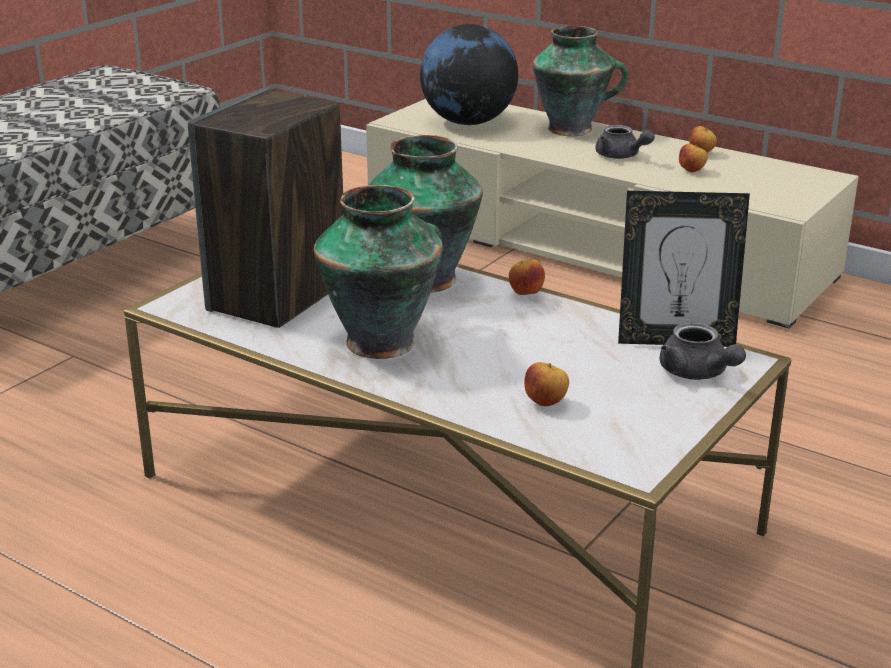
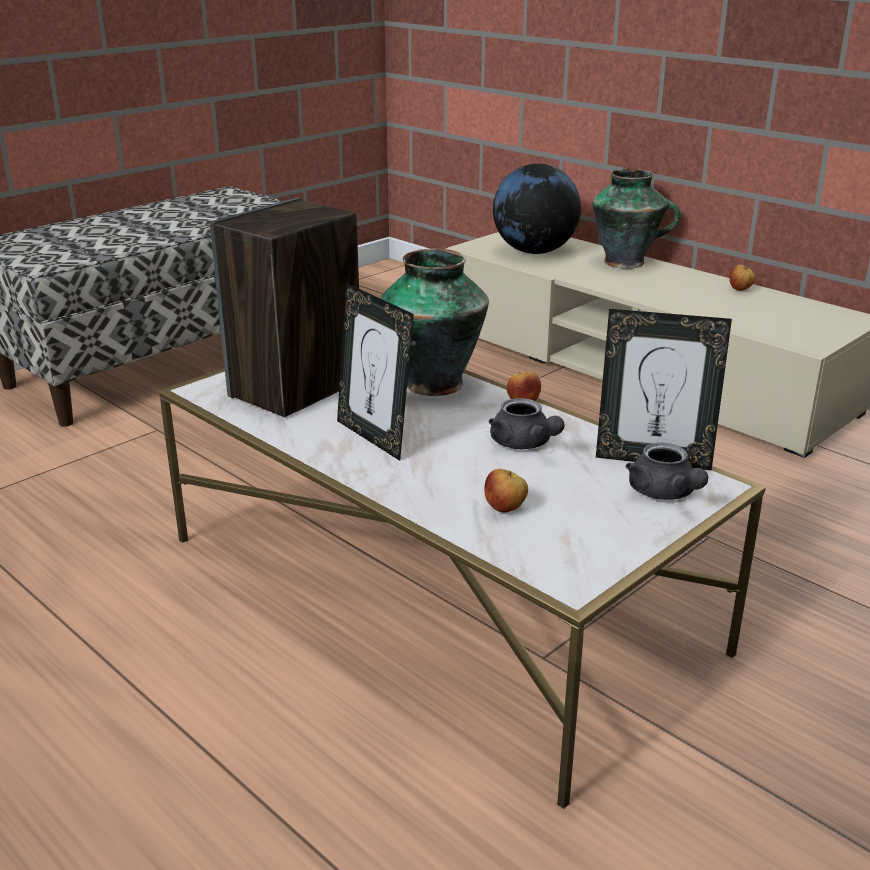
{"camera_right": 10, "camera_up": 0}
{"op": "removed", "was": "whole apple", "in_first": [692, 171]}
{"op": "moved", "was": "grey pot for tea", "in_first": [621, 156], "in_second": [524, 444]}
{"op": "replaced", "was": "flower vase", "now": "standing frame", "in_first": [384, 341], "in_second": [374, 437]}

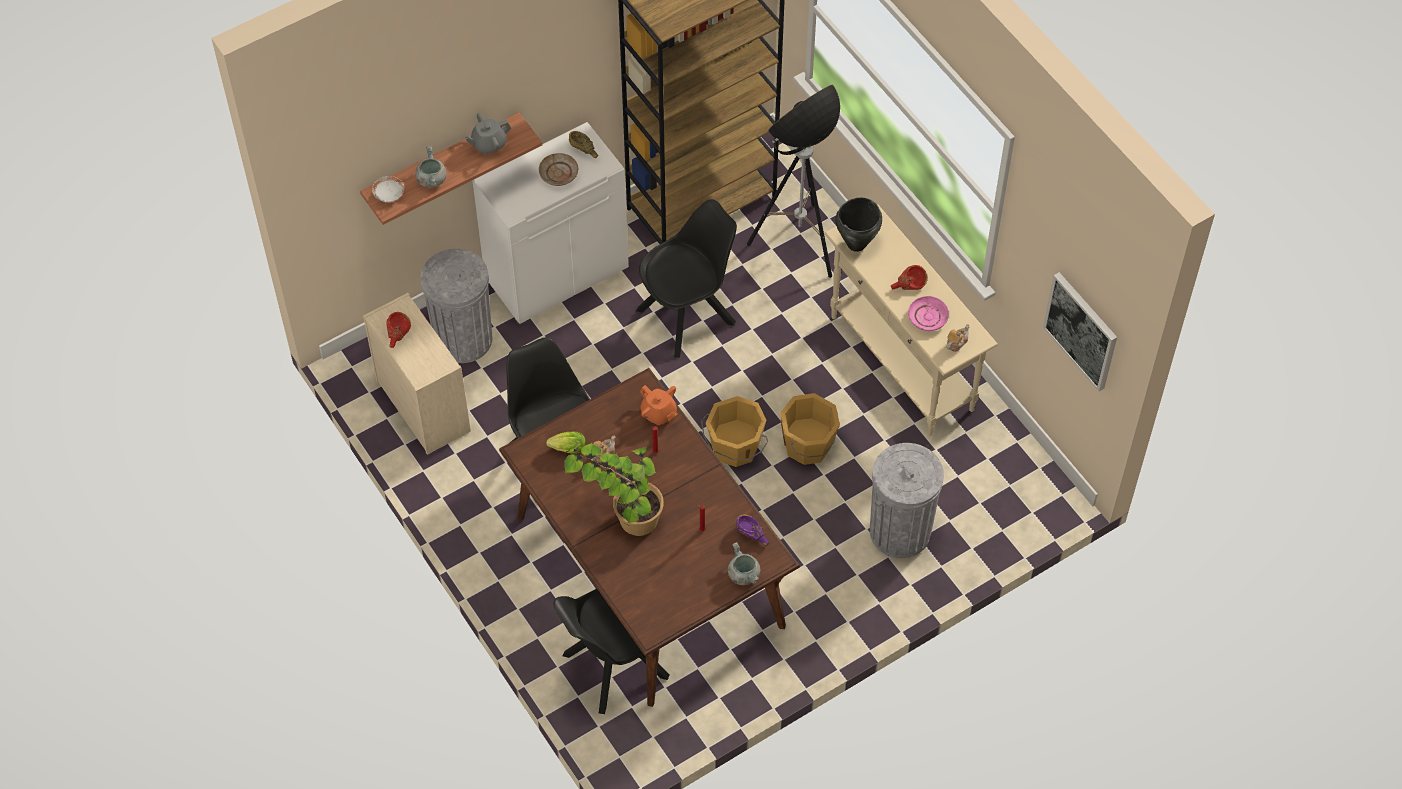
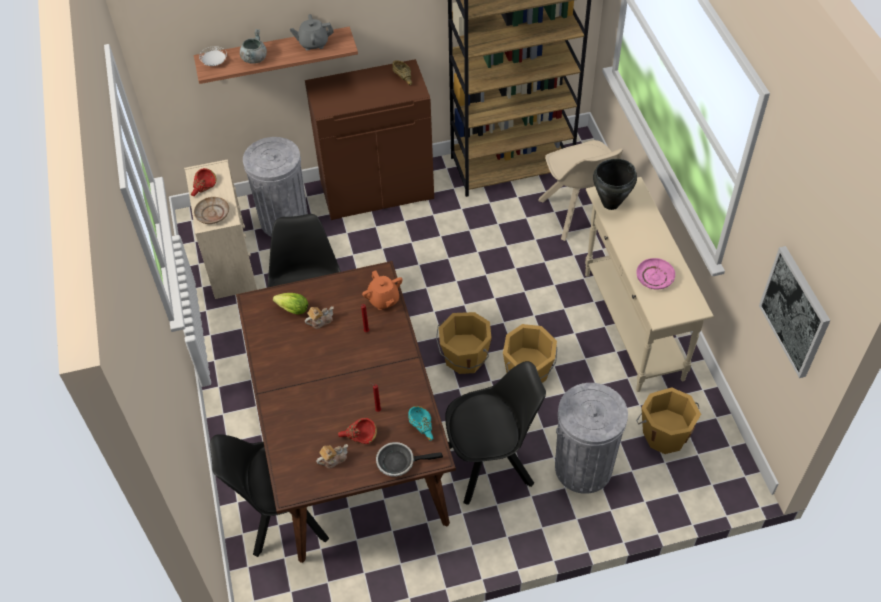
{"camera_right": 20, "camera_up": -5}
{"op": "removed", "was": "plant in a pot", "in_first": [620, 511]}
{"op": "added", "now": "orangey pail", "in_second": [664, 434]}
{"op": "moved", "was": "beige-coloured dinner plate", "in_first": [558, 173], "in_second": [212, 214]}
{"op": "moved", "was": "black chair", "in_first": [688, 315], "in_second": [491, 464]}
{"op": "moved", "was": "reddish deep dish", "in_first": [908, 285], "in_second": [358, 437]}
{"op": "moved", "was": "pot for tea", "in_first": [956, 342], "in_second": [333, 459]}
{"op": "replaced", "was": "grey cooking pot", "now": "pan", "in_first": [743, 574], "in_second": [399, 462]}
{"op": "replaced", "was": "floor lamp", "now": "beige-coloured chair", "in_first": [799, 244], "in_second": [578, 213]}
{"op": "recoloured", "was": "white-coloured cabinet", "now": "brownish cabinet", "in_first": [556, 272], "in_second": [377, 189]}
{"op": "recoloured", "was": "purple-coloured deep dish", "now": "turquoise deep dish", "in_first": [753, 534], "in_second": [424, 427]}

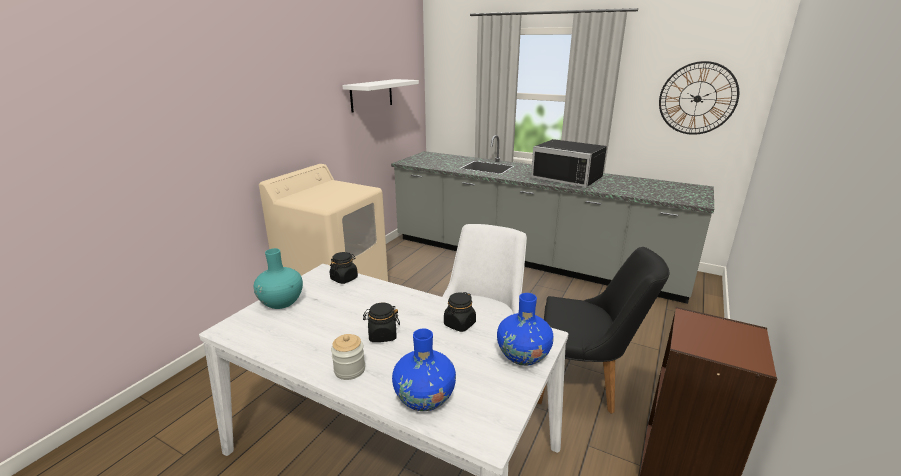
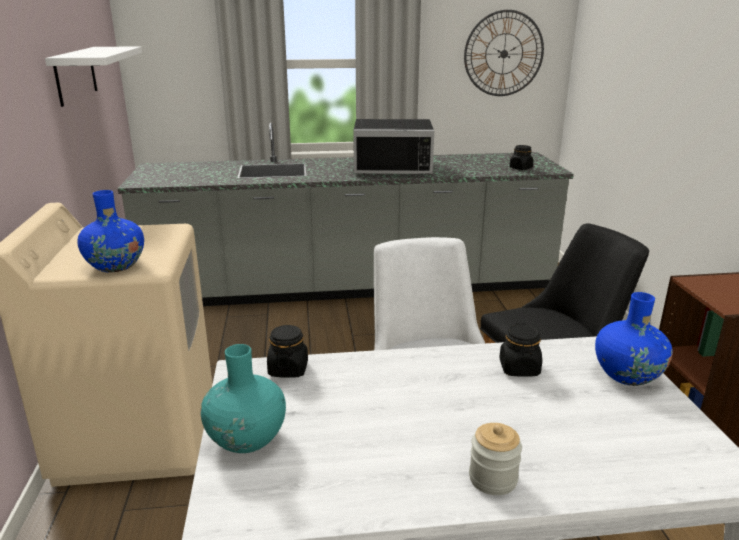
{"camera_right": -35, "camera_up": 0}
{"op": "moved", "was": "black preserve jar", "in_first": [382, 335], "in_second": [520, 168]}
{"op": "moved", "was": "blue-coloured flower vase", "in_first": [424, 398], "in_second": [116, 265]}

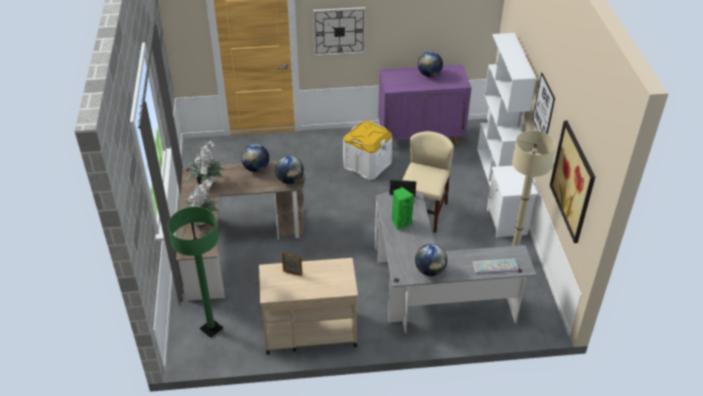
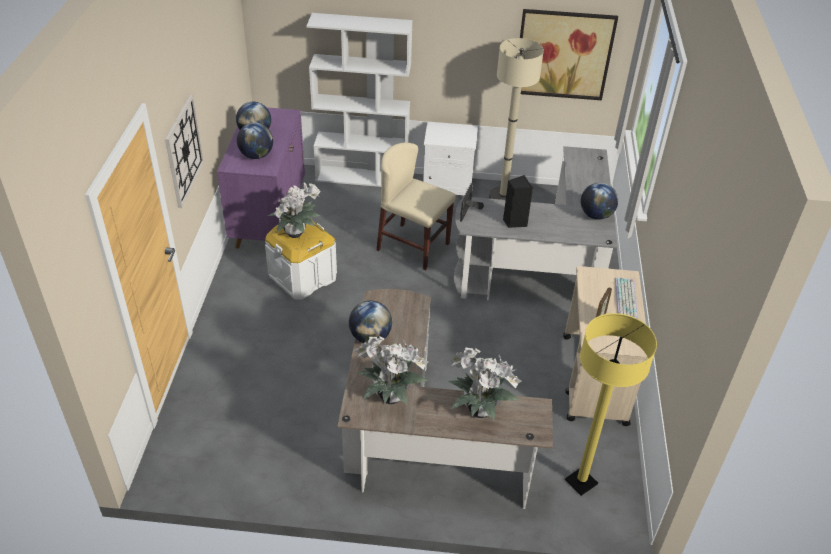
{"camera_right": -80, "camera_up": 0}
{"op": "removed", "was": "wall art", "in_first": [543, 109]}
{"op": "added", "now": "plant in a pot", "in_second": [297, 233]}
{"op": "moved", "was": "globe", "in_first": [290, 180], "in_second": [256, 155]}
{"op": "moved", "was": "PC keyboard", "in_first": [494, 267], "in_second": [627, 299]}
{"op": "recoloured", "was": "green-coloured floor lamp", "now": "yellowish floor lamp", "in_first": [211, 329], "in_second": [581, 482]}
{"op": "recoloured", "was": "green-coloured loudspeaker", "now": "black loudspeaker", "in_first": [400, 222], "in_second": [514, 222]}

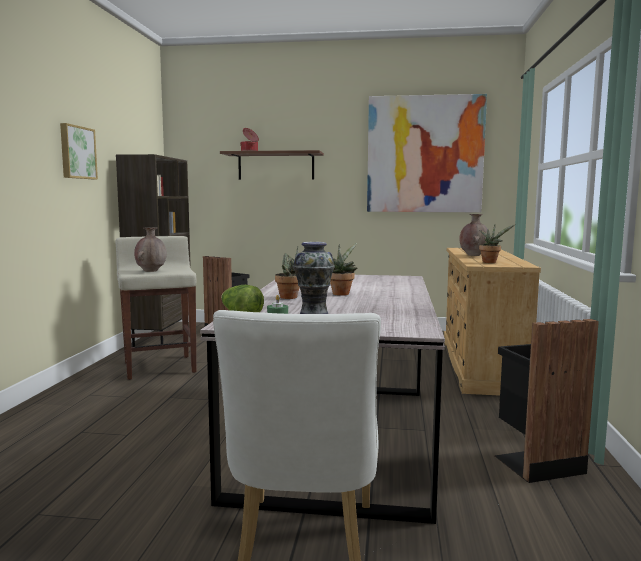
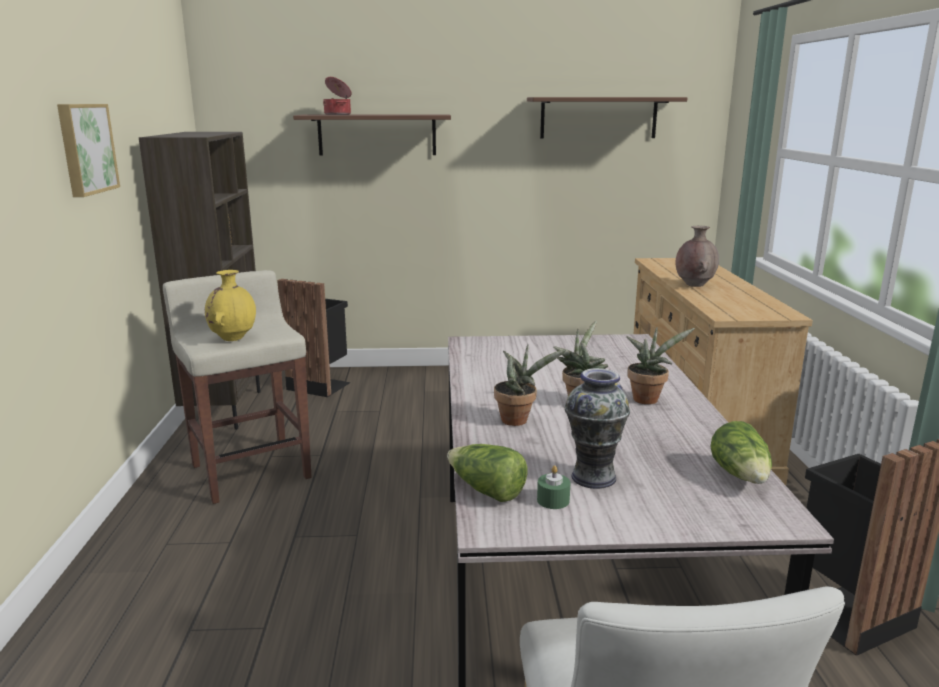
{"camera_right": -10, "camera_up": 10}
{"op": "added", "now": "head of lettuce", "in_second": [741, 476]}
{"op": "moved", "was": "plant in a pot", "in_first": [490, 262], "in_second": [648, 398]}
{"op": "replaced", "was": "wall art", "now": "bracket shelf", "in_first": [425, 154], "in_second": [598, 118]}
{"op": "recoloured", "was": "brownish flower vase", "now": "yellowish flower vase", "in_first": [151, 271], "in_second": [233, 338]}

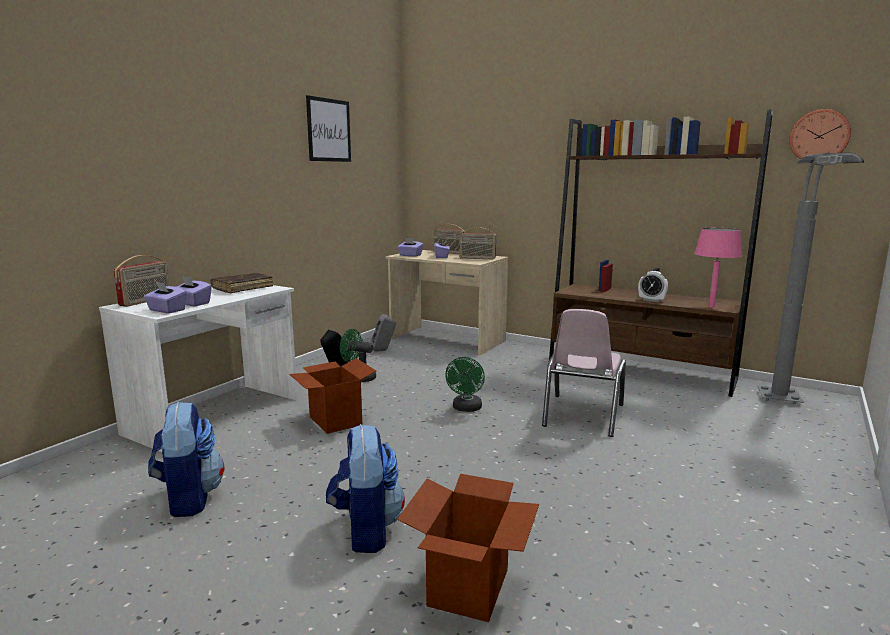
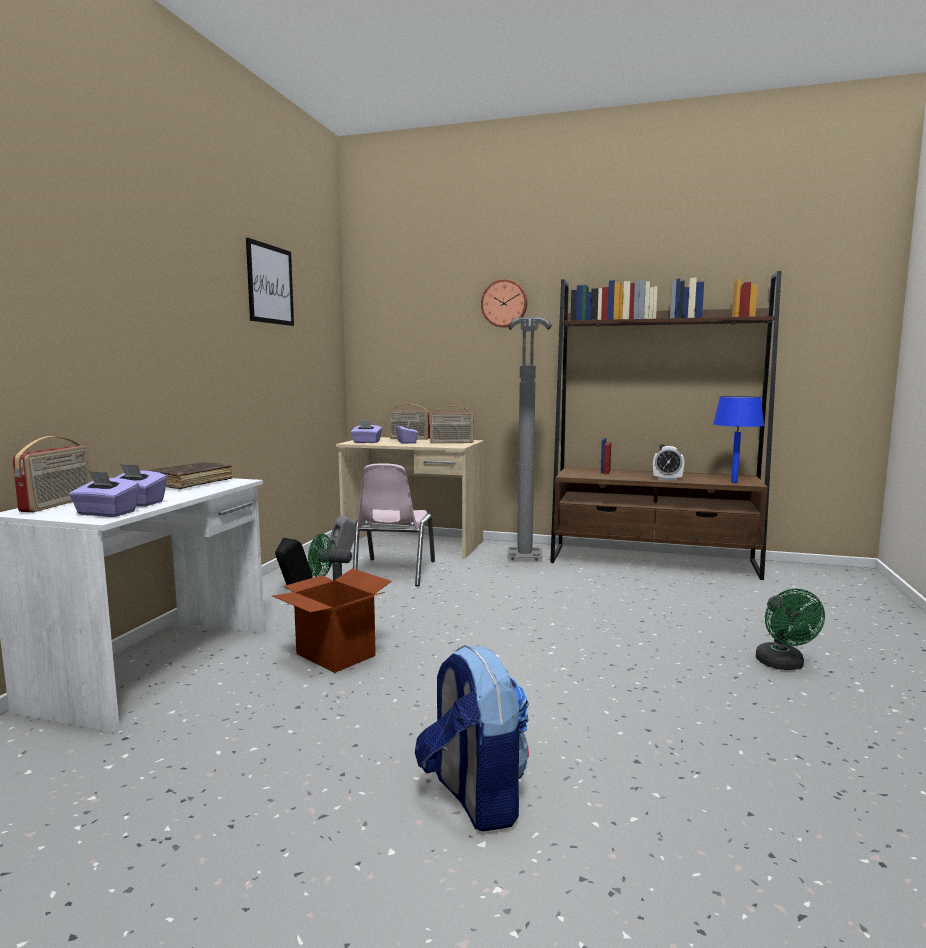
{"camera_right": -15, "camera_up": -5}
{"op": "removed", "was": "rucksack", "in_first": [189, 498]}
{"op": "removed", "was": "carton", "in_first": [468, 587]}
{"op": "moved", "was": "green-coloured electric fan", "in_first": [466, 409], "in_second": [783, 665]}
{"op": "moved", "was": "pinkish chair", "in_first": [582, 415], "in_second": [393, 572]}
{"op": "moved", "was": "grey floor lamp", "in_first": [785, 407], "in_second": [525, 564]}
{"op": "moved", "was": "clock on the wall", "in_first": [819, 136], "in_second": [504, 303]}
{"op": "recoloured", "was": "pinkish table lamp", "now": "blue-coloured table lamp", "in_first": [711, 307], "in_second": [734, 482]}

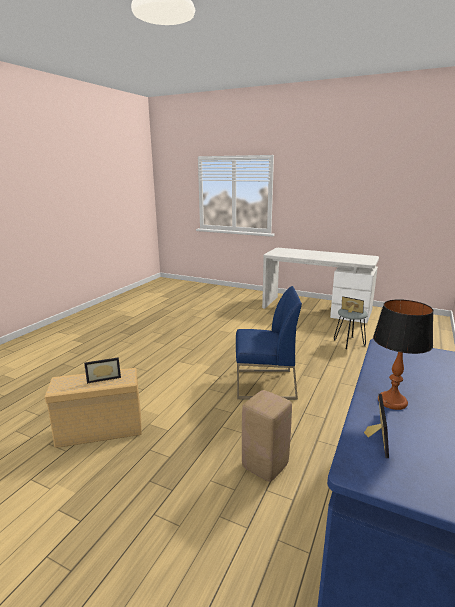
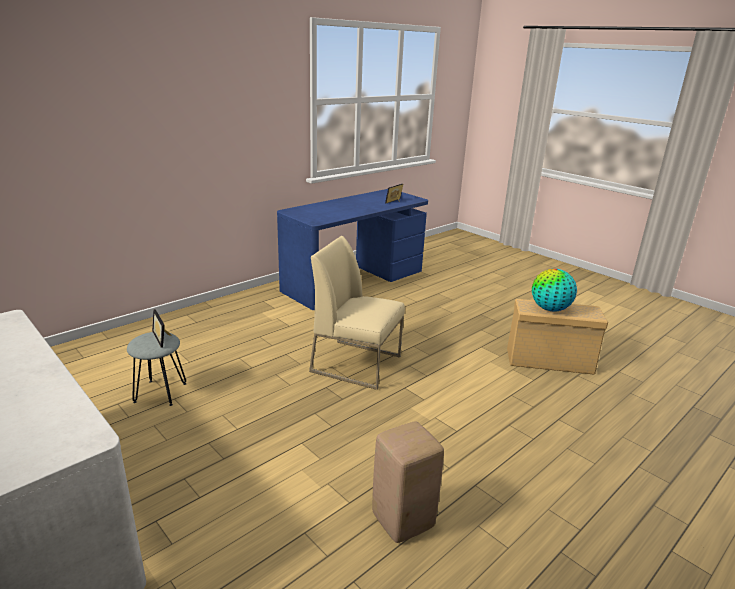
{"camera_right": -160, "camera_up": 5}
{"op": "removed", "was": "table lamp", "in_first": [392, 401]}
{"op": "moved", "was": "beige-coloured stool seat", "in_first": [265, 465], "in_second": [402, 521]}
{"op": "replaced", "was": "standing frame", "now": "globe", "in_first": [104, 377], "in_second": [550, 309]}
{"op": "recoloured", "was": "blue-coloured chair", "now": "beige-coloured chair", "in_first": [264, 384], "in_second": [357, 363]}

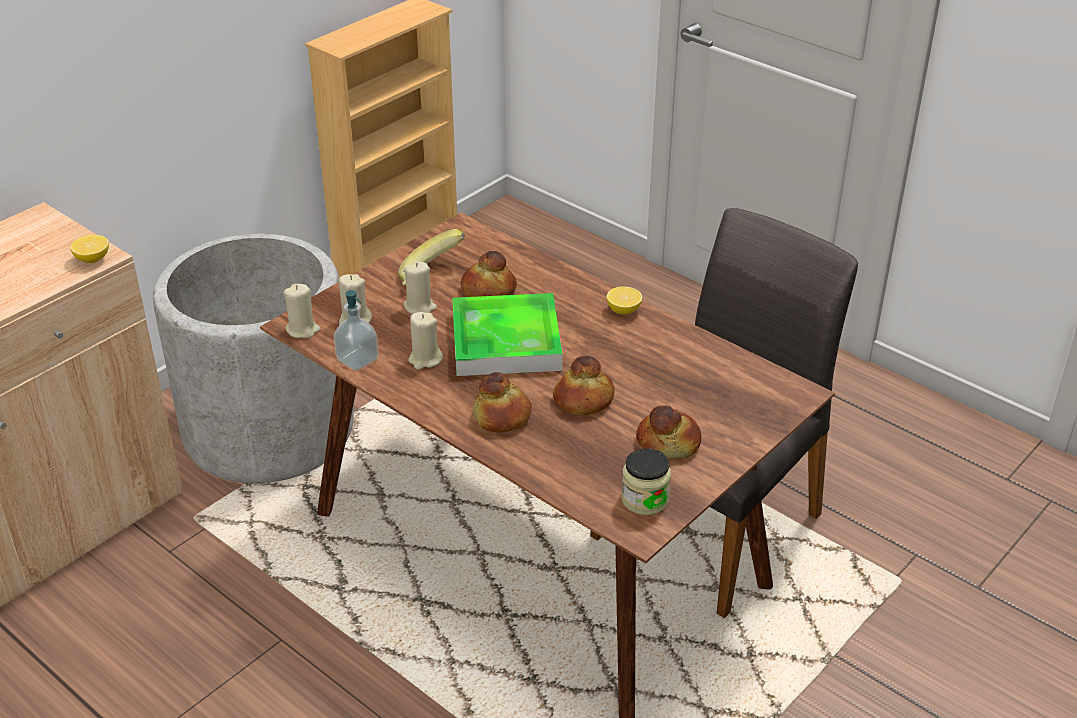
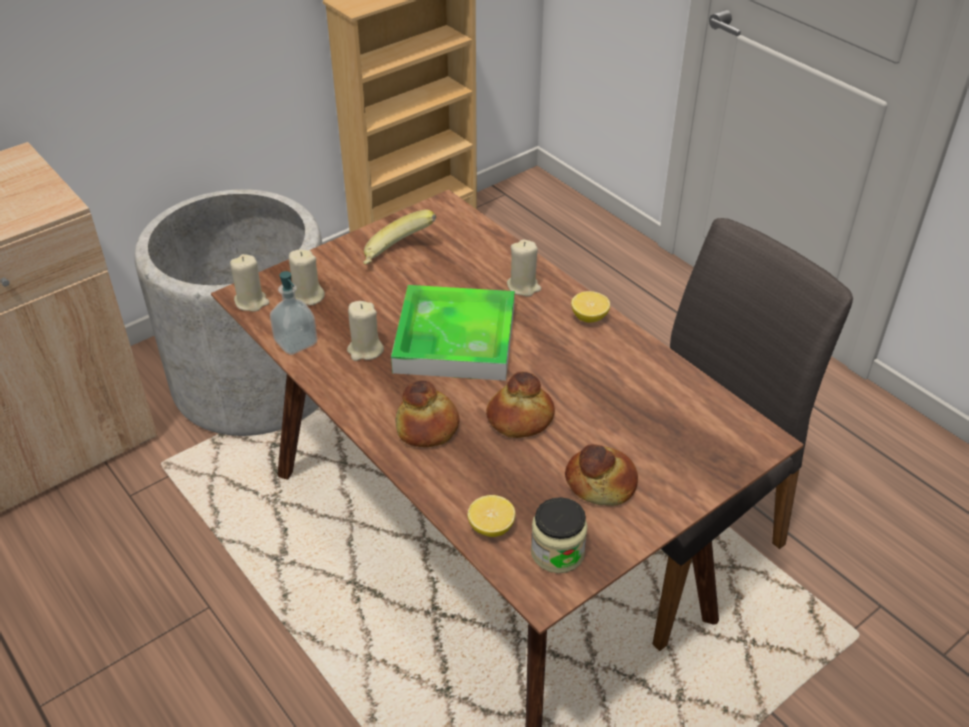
{"camera_right": 10, "camera_up": 5}
{"op": "removed", "was": "baked bread", "in_first": [488, 290]}
{"op": "moved", "was": "lemon", "in_first": [93, 259], "in_second": [491, 527]}
{"op": "moved", "was": "beige-coloured wax candle", "in_first": [420, 307], "in_second": [523, 287]}

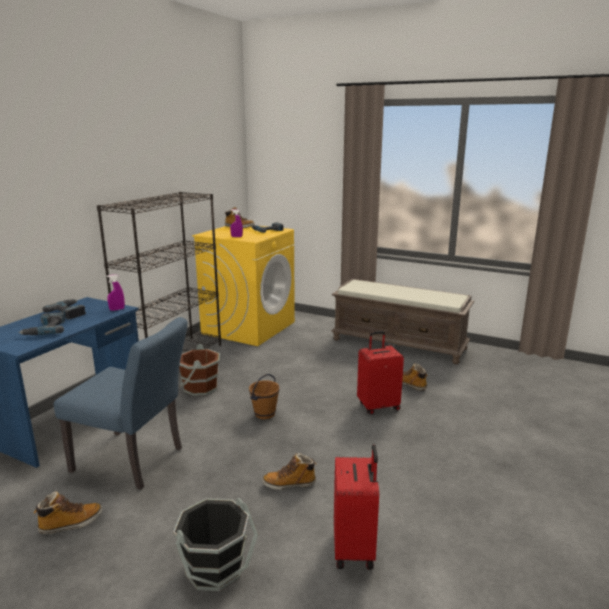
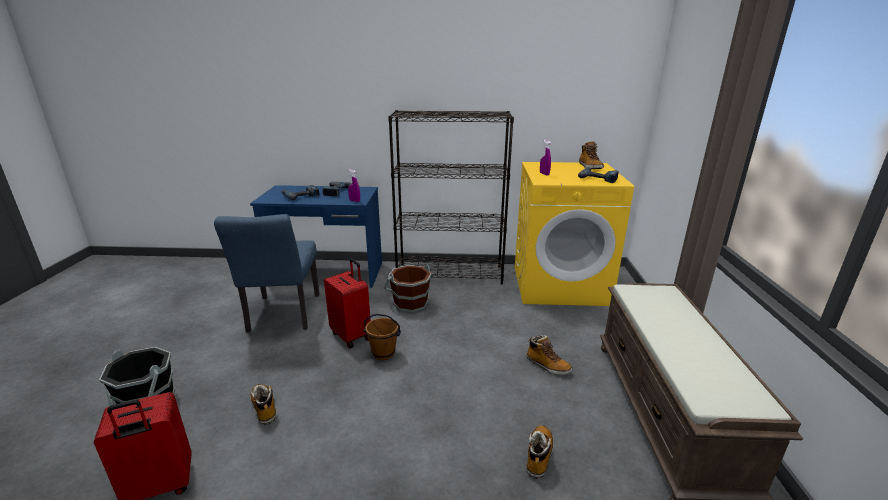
{"camera_right": 65, "camera_up": 5}
{"op": "moved", "was": "high-top boot", "in_first": [71, 523], "in_second": [547, 366]}
{"op": "moved", "was": "reddish travel case", "in_first": [378, 406], "in_second": [352, 335]}

